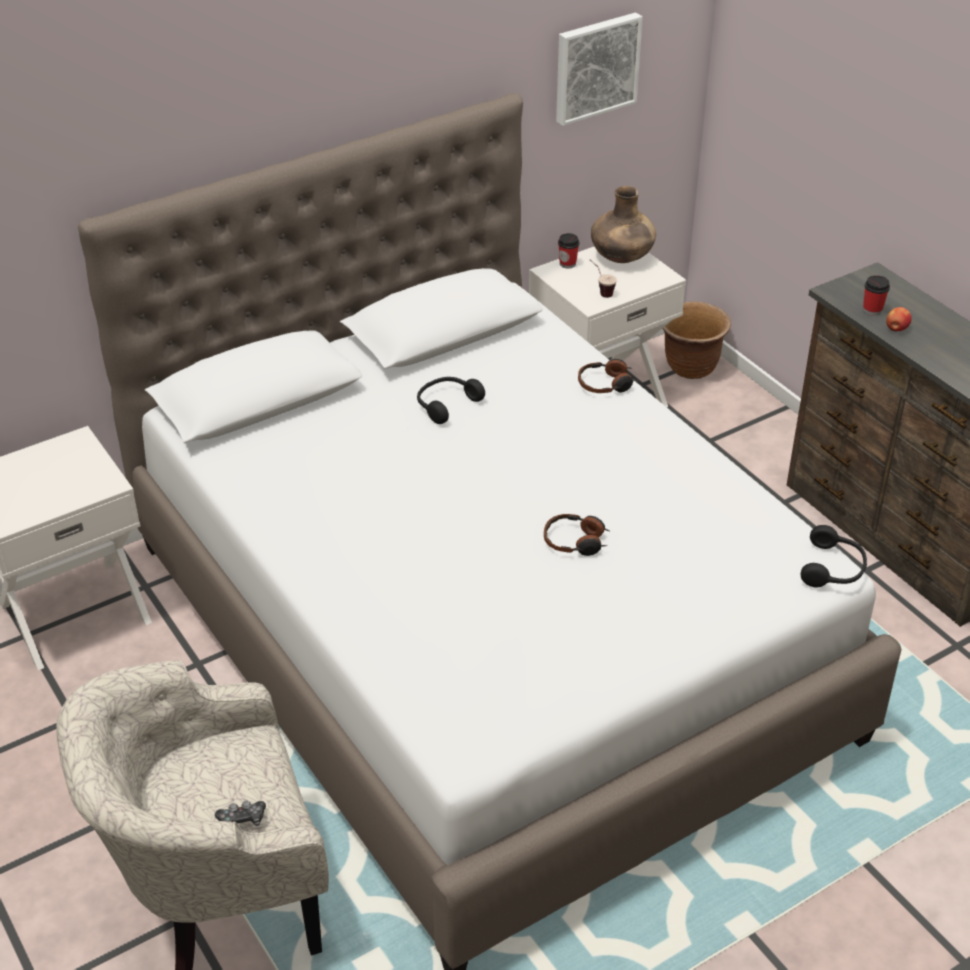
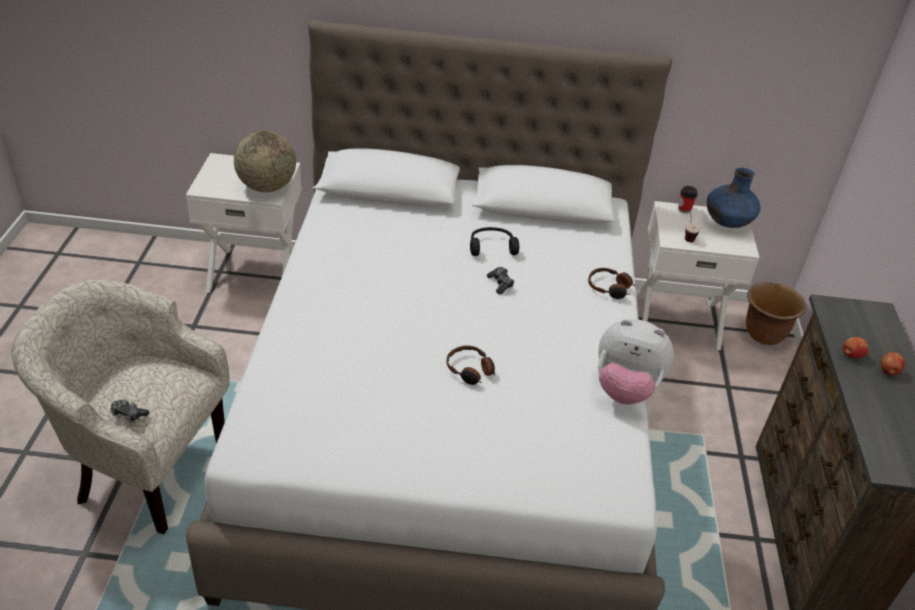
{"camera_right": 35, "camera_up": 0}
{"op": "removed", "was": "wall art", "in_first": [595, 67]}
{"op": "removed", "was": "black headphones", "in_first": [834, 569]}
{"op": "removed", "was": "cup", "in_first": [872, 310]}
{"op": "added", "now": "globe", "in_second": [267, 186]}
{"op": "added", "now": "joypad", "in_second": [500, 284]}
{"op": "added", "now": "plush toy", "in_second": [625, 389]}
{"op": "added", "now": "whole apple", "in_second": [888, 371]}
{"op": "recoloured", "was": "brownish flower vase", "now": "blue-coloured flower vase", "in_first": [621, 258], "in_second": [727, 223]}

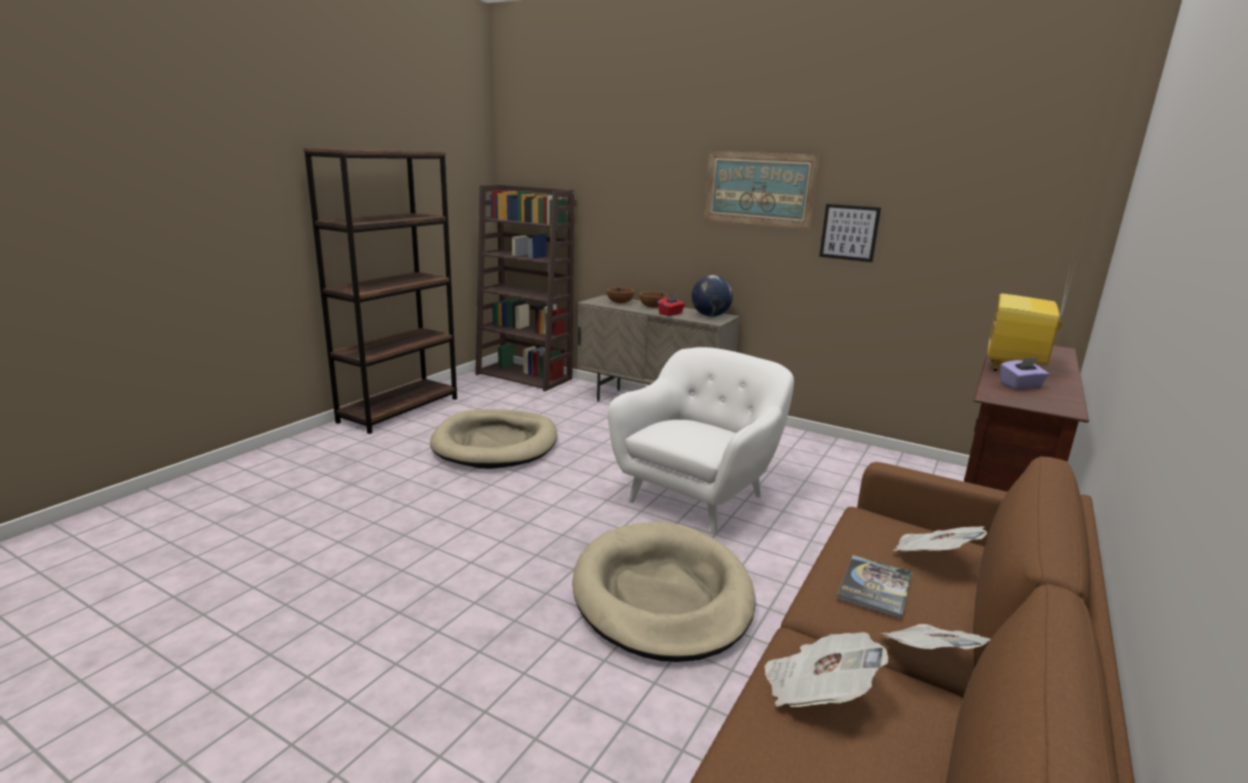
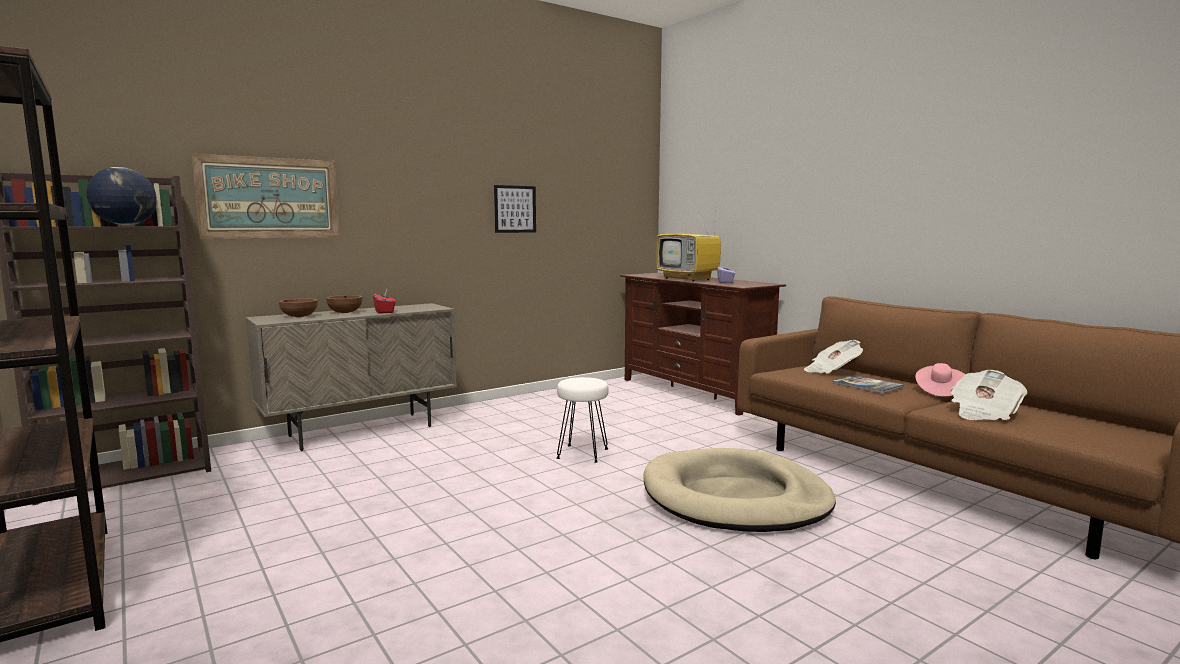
{"camera_right": -65, "camera_up": -10}
{"op": "removed", "was": "beige-coloured dog bed", "in_first": [496, 444]}
{"op": "moved", "was": "globe", "in_first": [710, 316], "in_second": [125, 225]}
{"op": "moved", "was": "wall art", "in_first": [759, 189], "in_second": [269, 198]}
{"op": "replaced", "was": "white-coloured easy chair", "now": "white-coloured stool seat", "in_first": [698, 497], "in_second": [583, 453]}
{"op": "replaced", "was": "printed paper", "now": "pinkish wearable hat", "in_first": [931, 658], "in_second": [939, 391]}

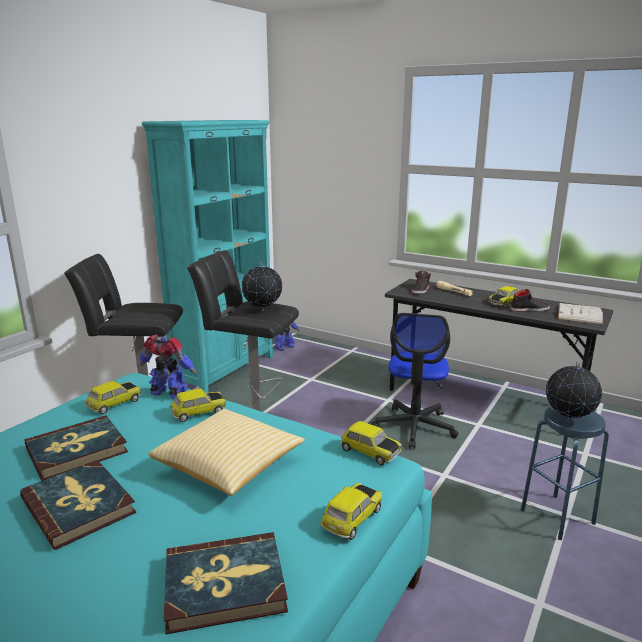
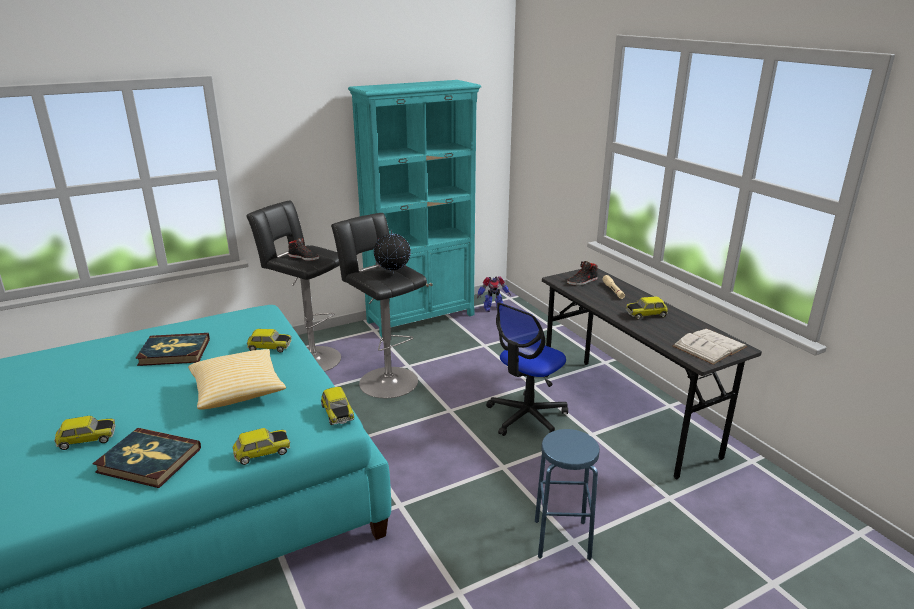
{"camera_right": 30, "camera_up": 5}
{"op": "removed", "was": "volume", "in_first": [79, 506]}
{"op": "removed", "was": "robot figure", "in_first": [168, 394]}
{"op": "removed", "was": "globe", "in_first": [568, 420]}
{"op": "moved", "was": "model car", "in_first": [114, 404], "in_second": [87, 439]}
{"op": "moved", "was": "black shoe", "in_first": [529, 309], "in_second": [304, 257]}

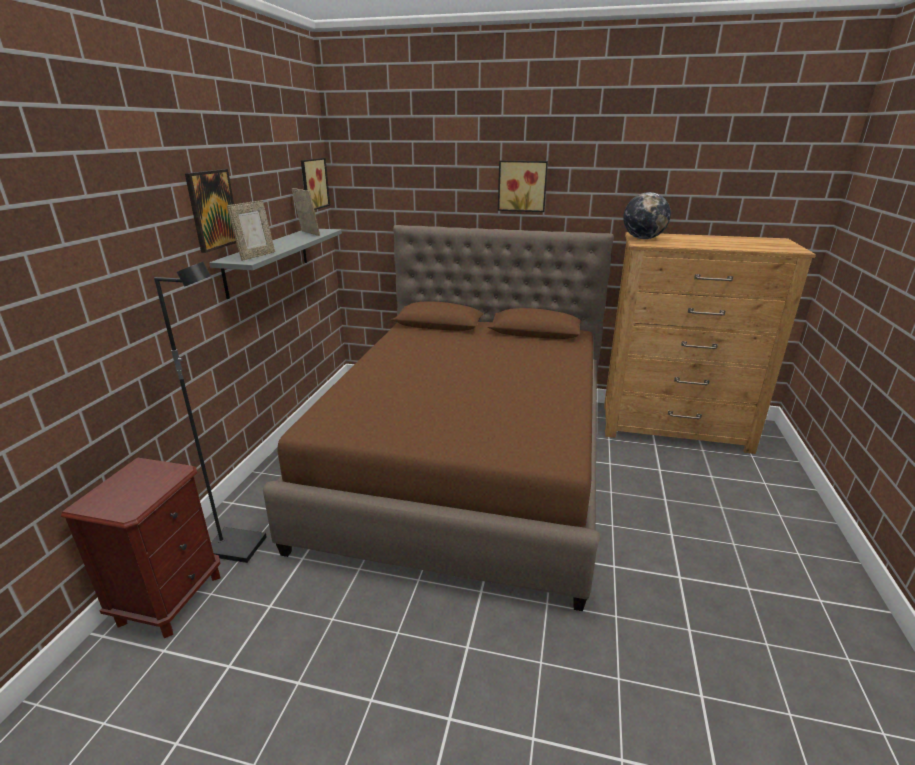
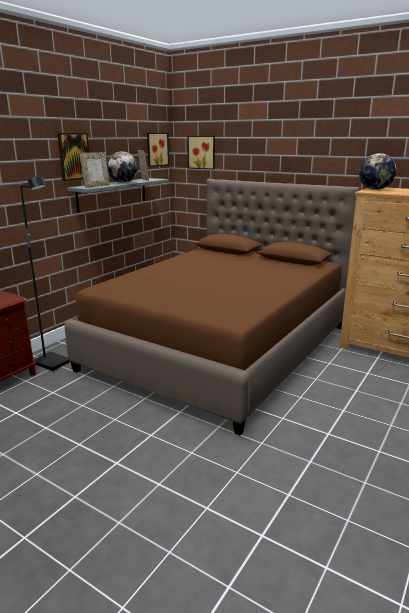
{"camera_right": 20, "camera_up": -5}
{"op": "added", "now": "globe", "in_second": [123, 183]}
{"op": "moved", "was": "wall art", "in_first": [522, 186], "in_second": [202, 152]}

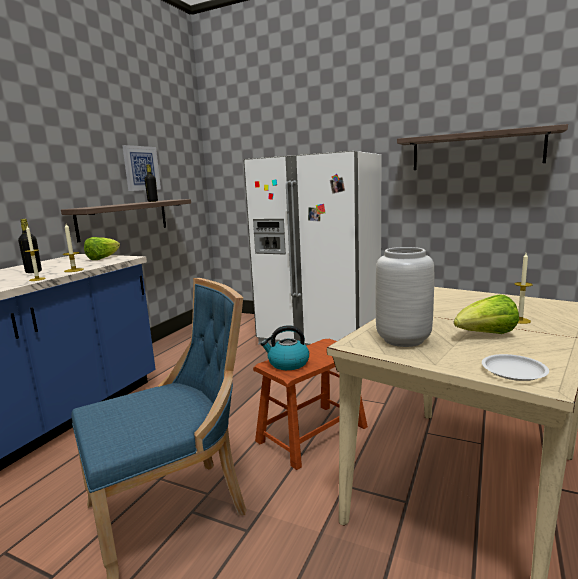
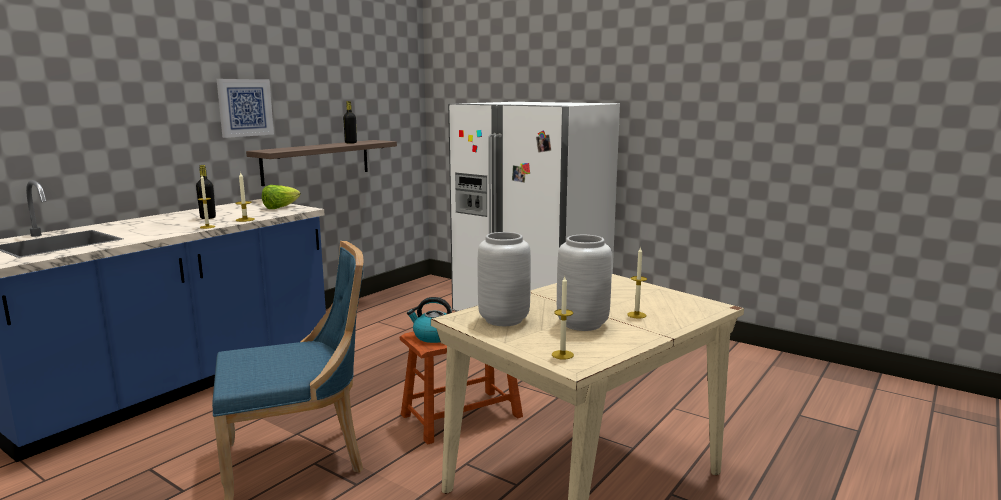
{"camera_right": 10, "camera_up": 0}
{"op": "removed", "was": "bracket shelf", "in_first": [476, 150]}
{"op": "moved", "was": "wall art", "in_first": [141, 168], "in_second": [245, 107]}
{"op": "replaced", "was": "head of lettuce", "now": "grey flower vase", "in_first": [485, 335], "in_second": [583, 324]}
{"op": "replaced", "was": "white-coloured dinner plate", "now": "wax candle", "in_first": [513, 371], "in_second": [562, 355]}

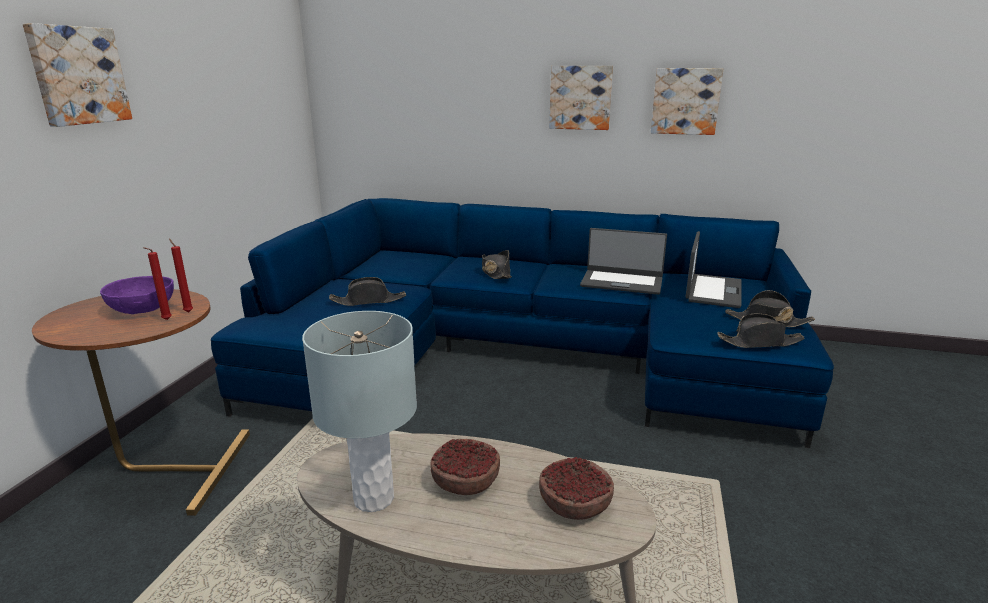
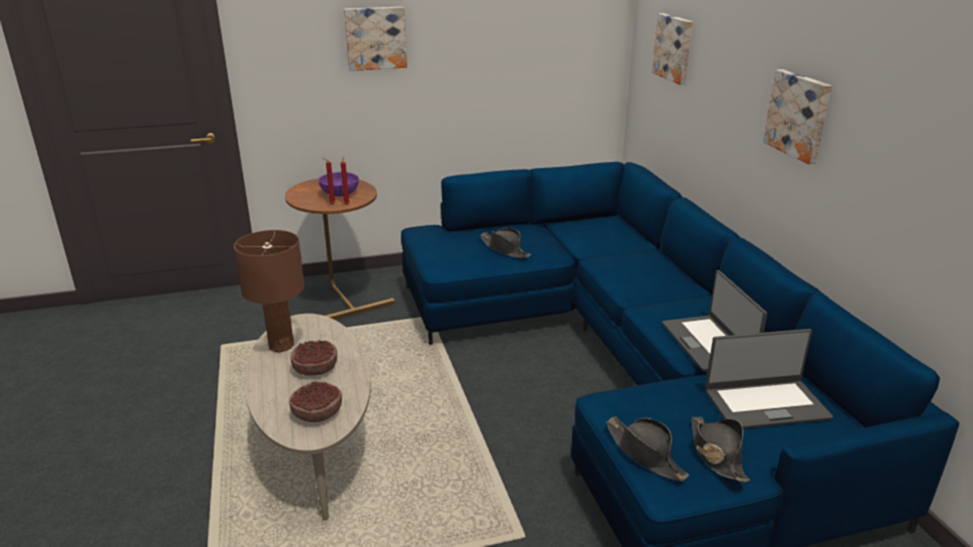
{"camera_right": 60, "camera_up": 5}
{"op": "removed", "was": "black wearable hat", "in_first": [496, 273]}
{"op": "moved", "was": "wall art", "in_first": [685, 101], "in_second": [674, 48]}
{"op": "recoloured", "was": "grey table lamp", "now": "brownish table lamp", "in_first": [374, 499], "in_second": [281, 346]}

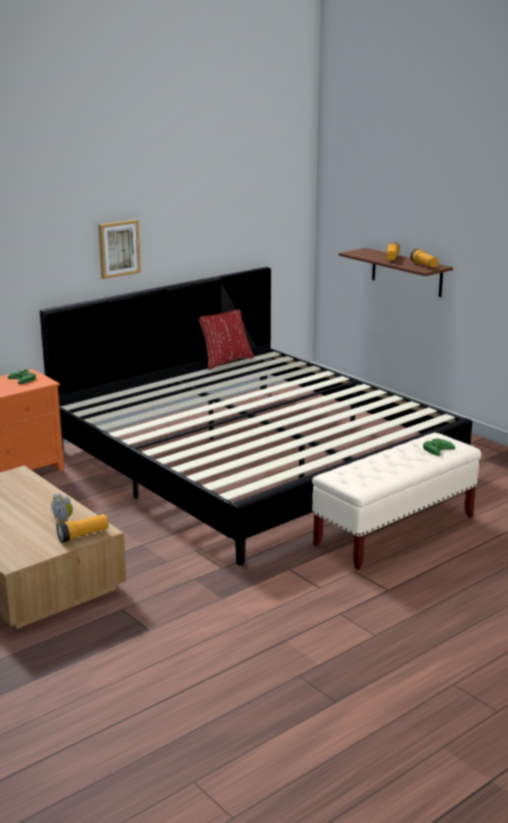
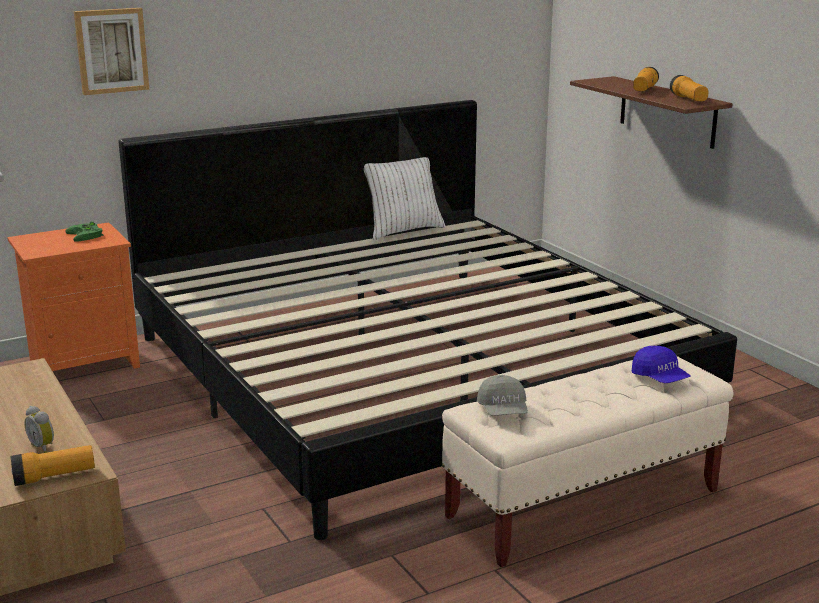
{"camera_right": 10, "camera_up": 0}
{"op": "added", "now": "grey cap", "in_second": [503, 411]}
{"op": "moved", "was": "wall art", "in_first": [118, 248], "in_second": [111, 50]}
{"op": "replaced", "was": "green-coloured joypad", "now": "blue-coloured cap", "in_first": [437, 448], "in_second": [660, 378]}
{"op": "recoloured", "was": "reddish pillow", "now": "white-coloured pillow", "in_first": [225, 362], "in_second": [403, 230]}

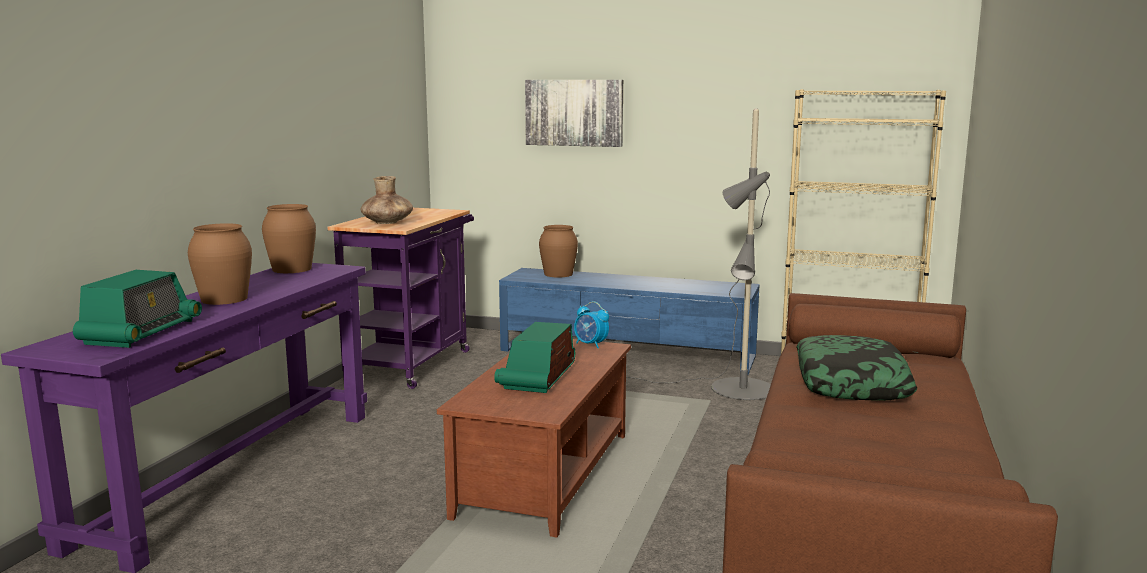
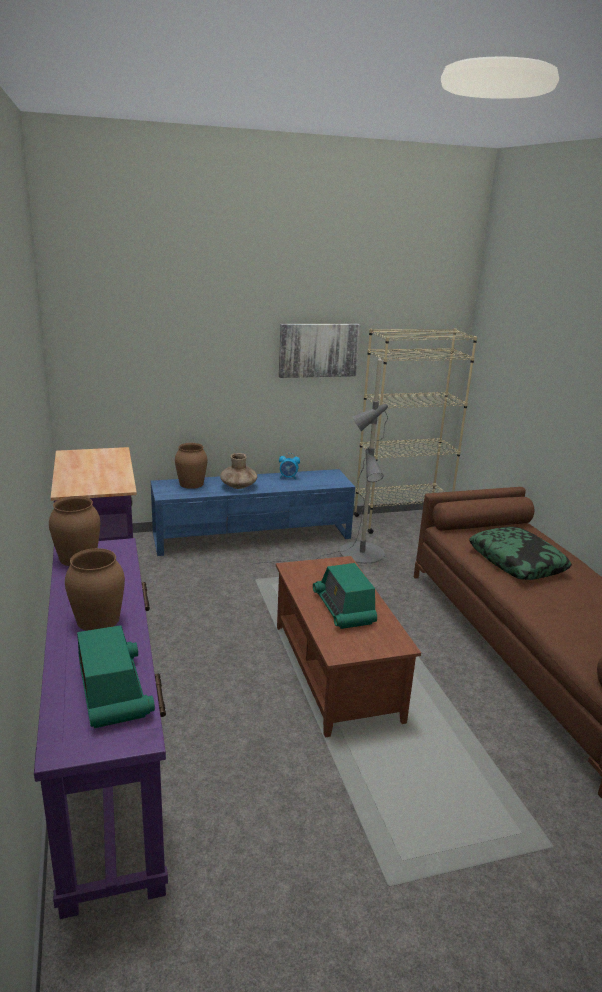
{"camera_right": -35, "camera_up": 10}
{"op": "moved", "was": "brownish flower vase", "in_first": [387, 223], "in_second": [238, 486]}
{"op": "moved", "was": "wall art", "in_first": [574, 112], "in_second": [318, 350]}
{"op": "moved", "was": "bedside clock", "in_first": [591, 345], "in_second": [288, 477]}

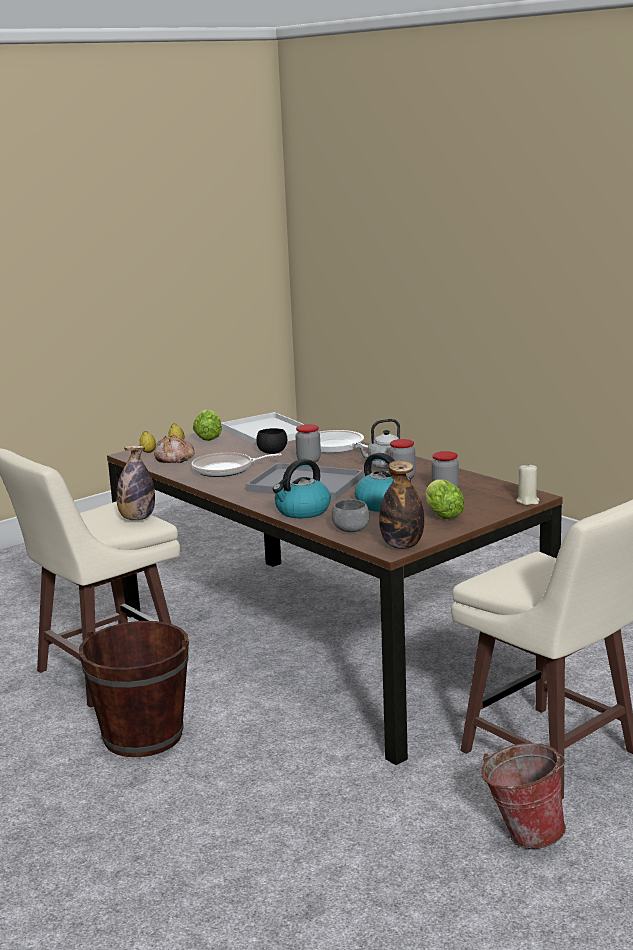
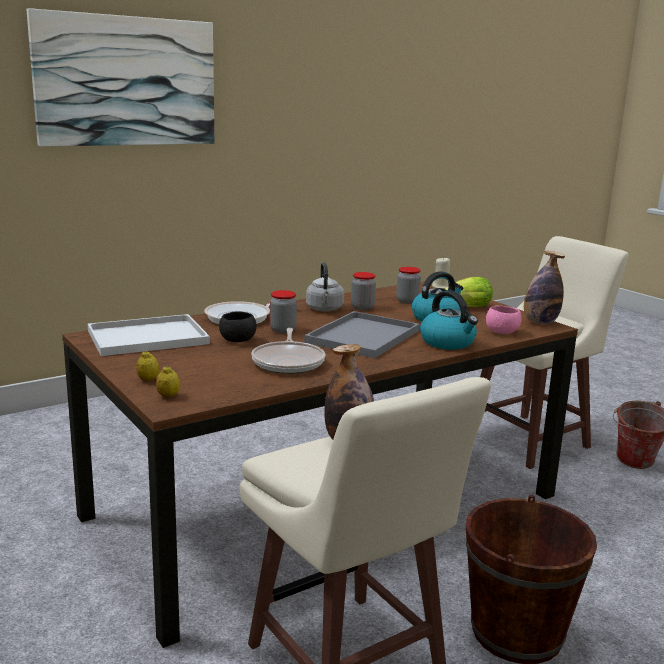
{"camera_right": -85, "camera_up": 0}
{"op": "removed", "was": "baked bread", "in_first": [173, 458]}
{"op": "removed", "was": "head of lettuce", "in_first": [208, 437]}
{"op": "added", "now": "wall art", "in_second": [127, 81]}
{"op": "recoloured", "was": "grey deep dish", "now": "pinkish deep dish", "in_first": [350, 530], "in_second": [502, 332]}

